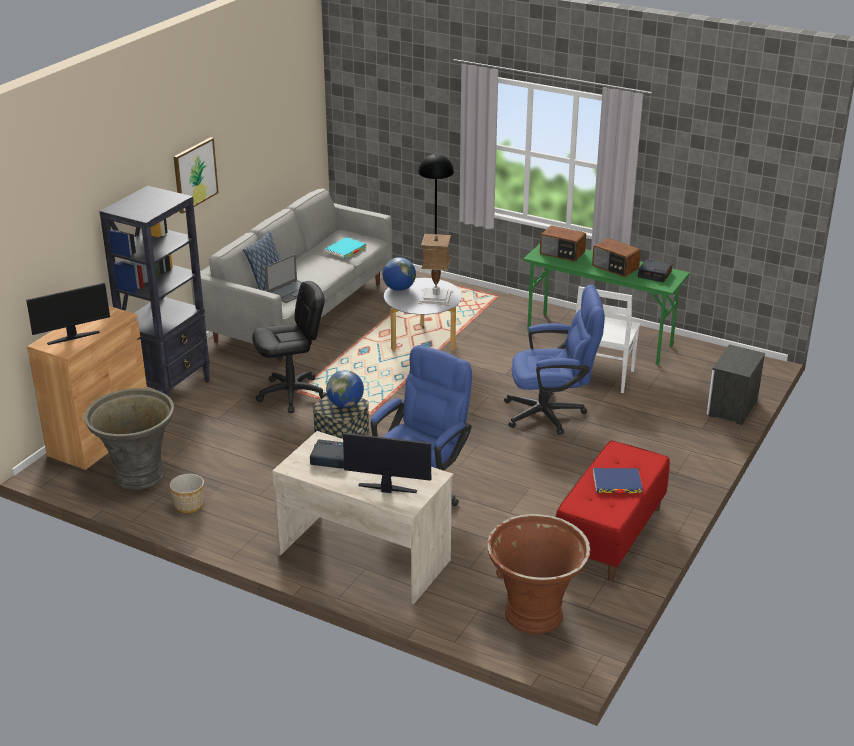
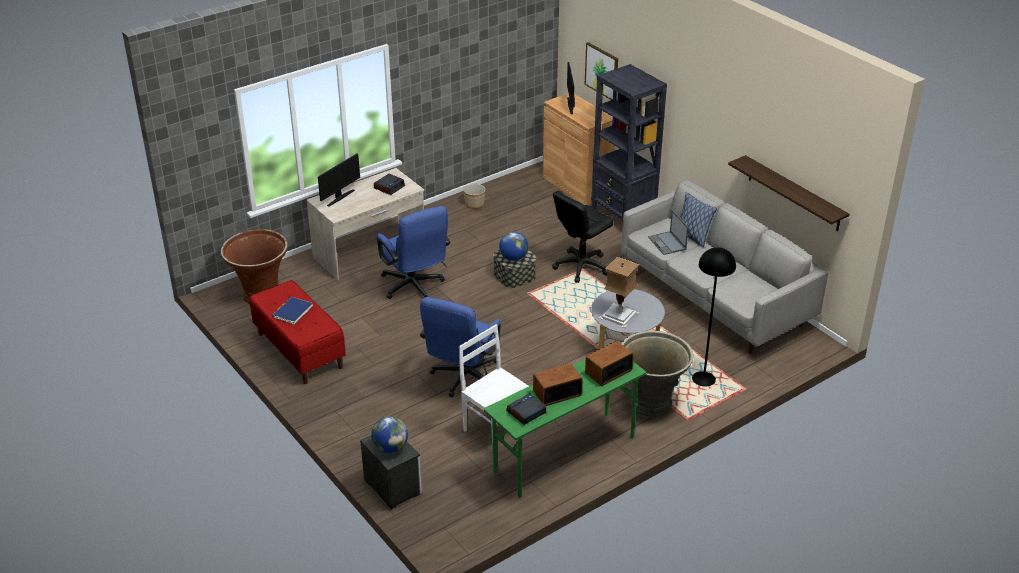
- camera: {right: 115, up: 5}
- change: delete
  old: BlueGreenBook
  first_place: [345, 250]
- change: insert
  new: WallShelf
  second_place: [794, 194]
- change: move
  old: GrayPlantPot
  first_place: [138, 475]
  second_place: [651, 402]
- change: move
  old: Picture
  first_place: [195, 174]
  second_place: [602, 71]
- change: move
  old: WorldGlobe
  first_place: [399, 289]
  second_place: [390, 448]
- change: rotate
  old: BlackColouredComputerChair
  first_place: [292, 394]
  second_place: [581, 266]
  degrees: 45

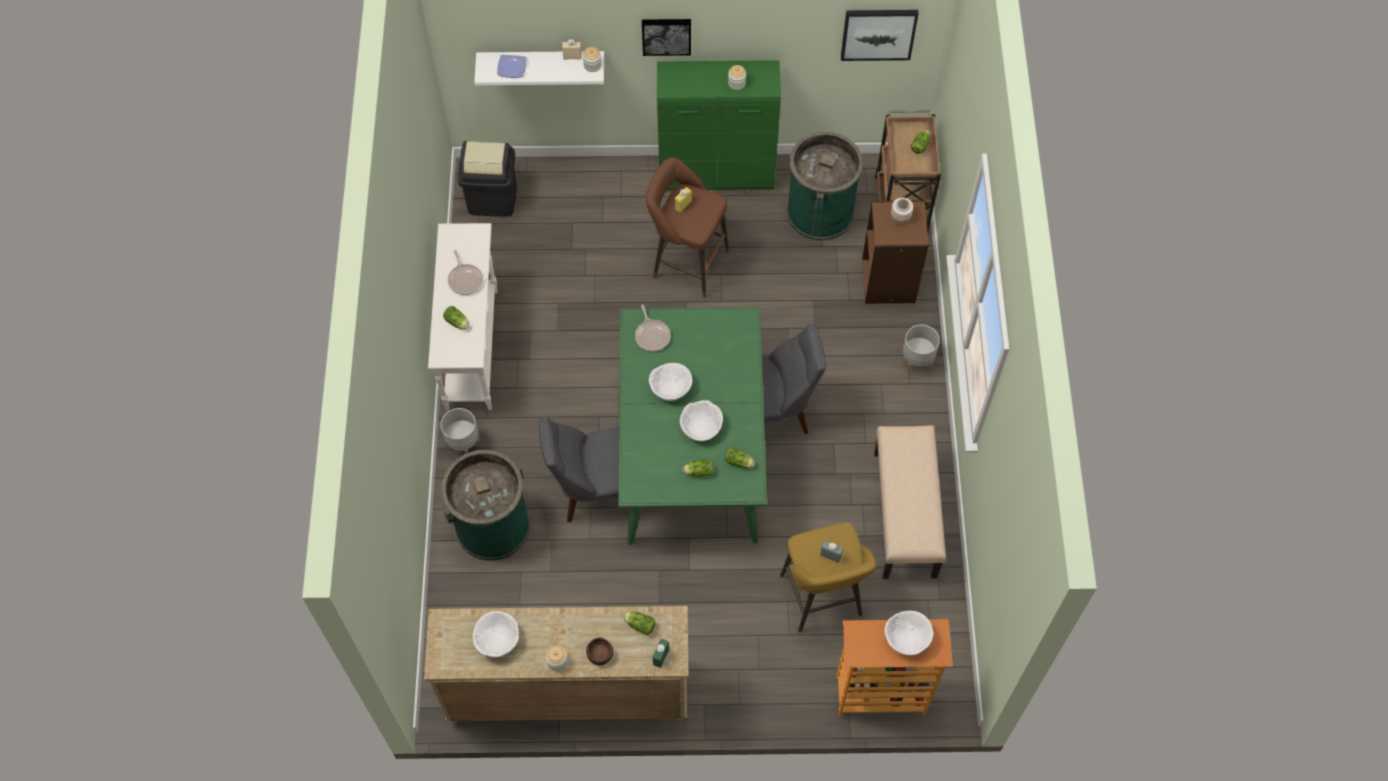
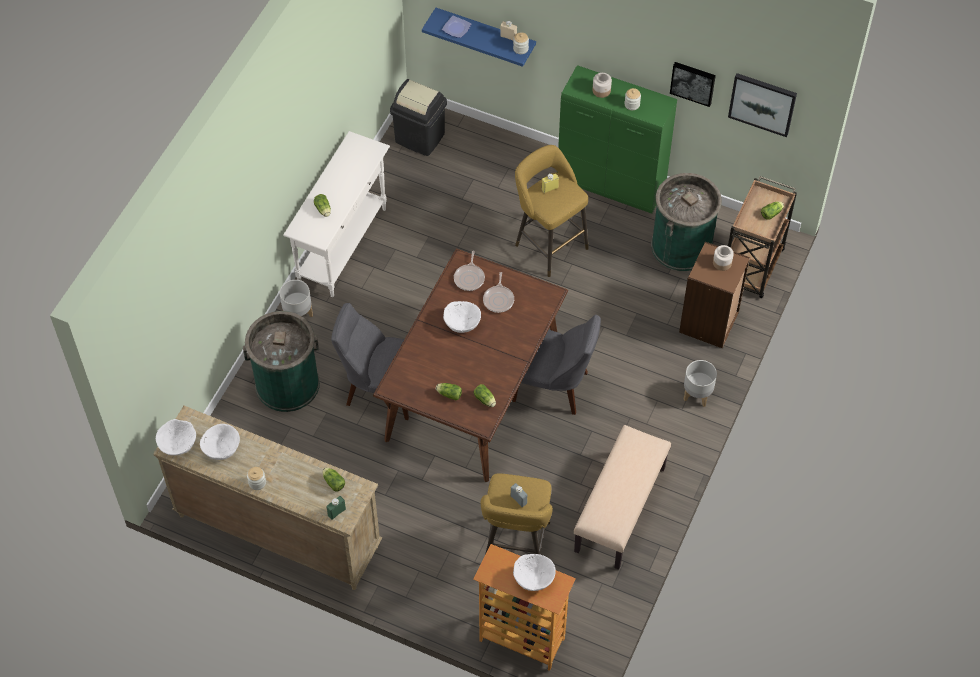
- camera: {right: 25, up: -5}
- change: delete
  old: BrownDeepDish
  first_place: [600, 653]
- change: insert
  new: Jar
  second_place: [601, 91]
- change: move
  old: Skillet
  first_place: [465, 279]
  second_place: [499, 299]
- change: move
  old: Picture
  first_place: [666, 35]
  second_place: [693, 82]
- change: move
  old: WhiteDeepDish
  first_place: [701, 427]
  second_place: [178, 444]
- change: recolor
  old: WhiteWallShelf
  new: BluishWallShelf
  first_place: [541, 62]
  second_place: [485, 33]
- change: recolor
  old: GreenishKitchenTable
  new: BrownKitchenTable
  first_place: [692, 452]
  second_place: [473, 391]
- change: recolor
  old: BrownStoolSeat
  new: YellowishStoolSeat
  first_place: [686, 262]
  second_place: [548, 244]

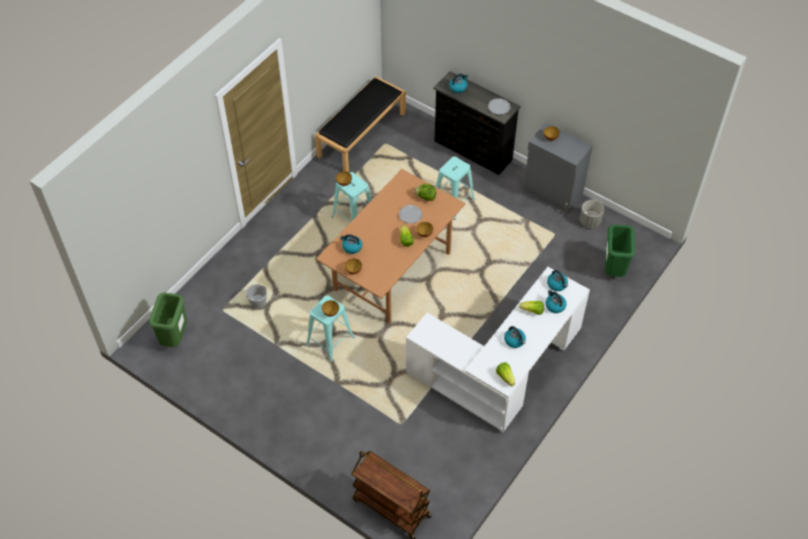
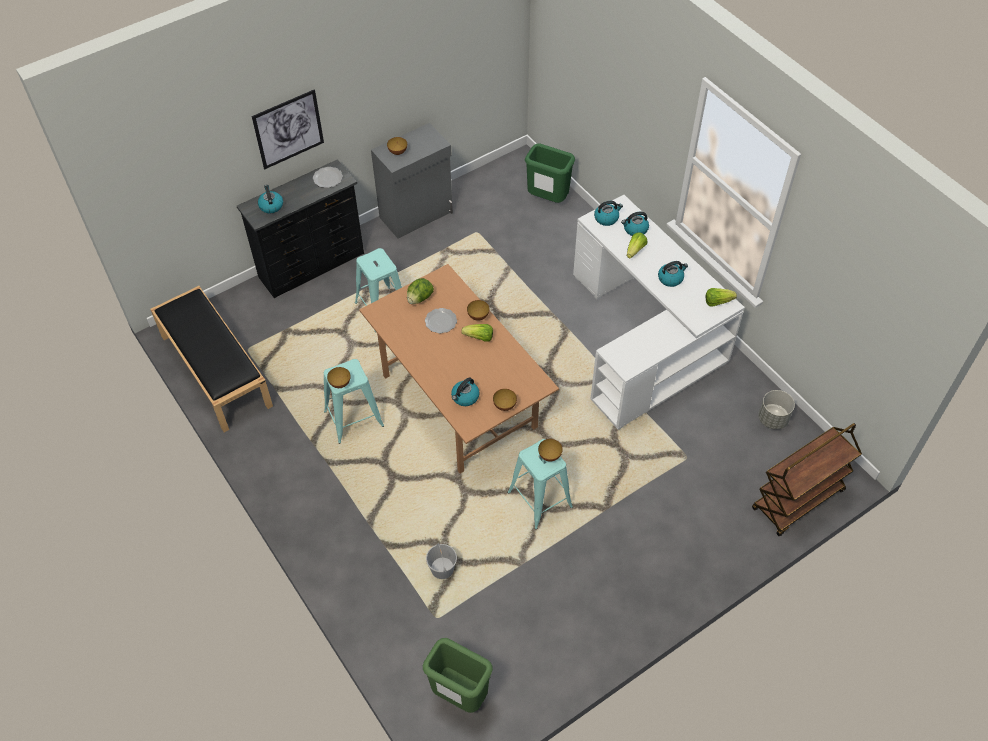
- camera: {right: -70, up: 0}
- change: insert
  new: Picture
  second_place: [288, 129]
- change: move
  old: GrayPlantPot
  first_place: [590, 221]
  second_place: [772, 419]

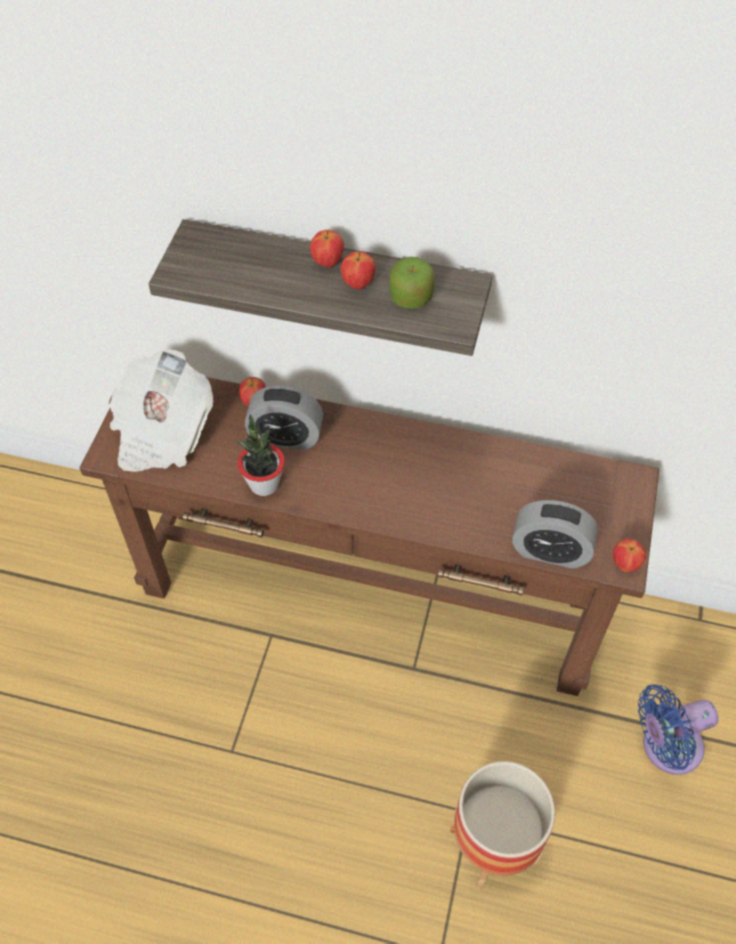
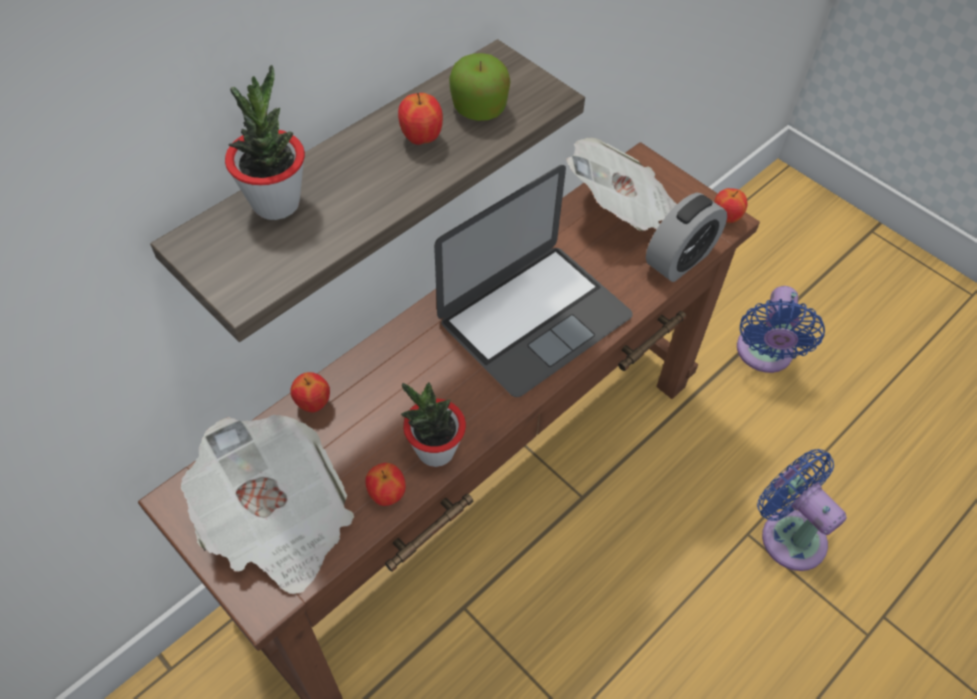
- camera: {right: -60, up: 0}
- change: delete
  old: TableClock
  first_place: [286, 437]
- change: insert
  new: PlantInAPot
  second_place: [276, 203]
- change: insert
  new: PortableComputer
  second_place: [534, 318]
- change: insert
  new: DailyPaper
  second_place: [624, 210]
- change: move
  old: AppleFruit
  first_place: [327, 262]
  second_place: [387, 495]
- change: replace
  old: PlantPot
  new: BluishElectricFan
  first_place: [492, 846]
  second_place: [788, 534]

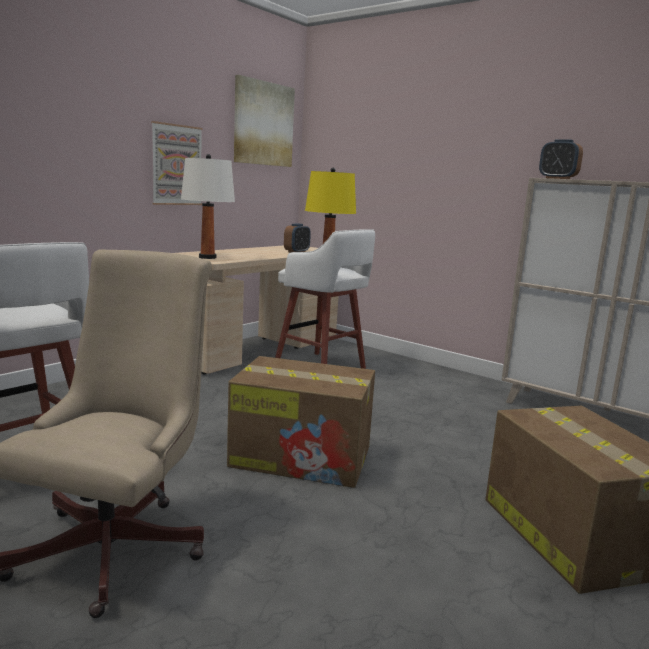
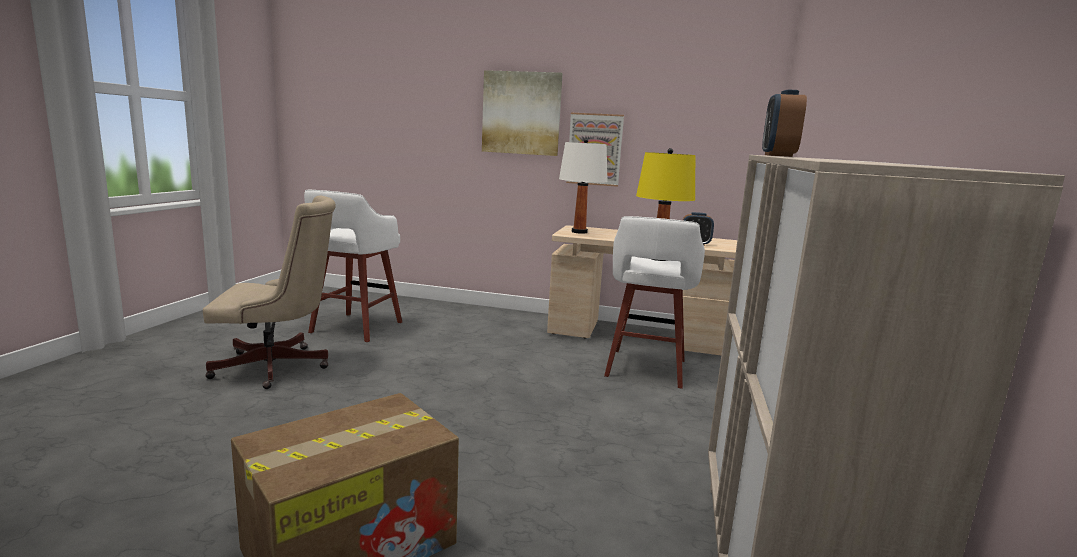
- camera: {right: 65, up: 0}
- change: delete
  old: Carton
  first_place: [303, 457]
- change: move
  old: Picture
  first_place: [263, 124]
  second_place: [521, 113]

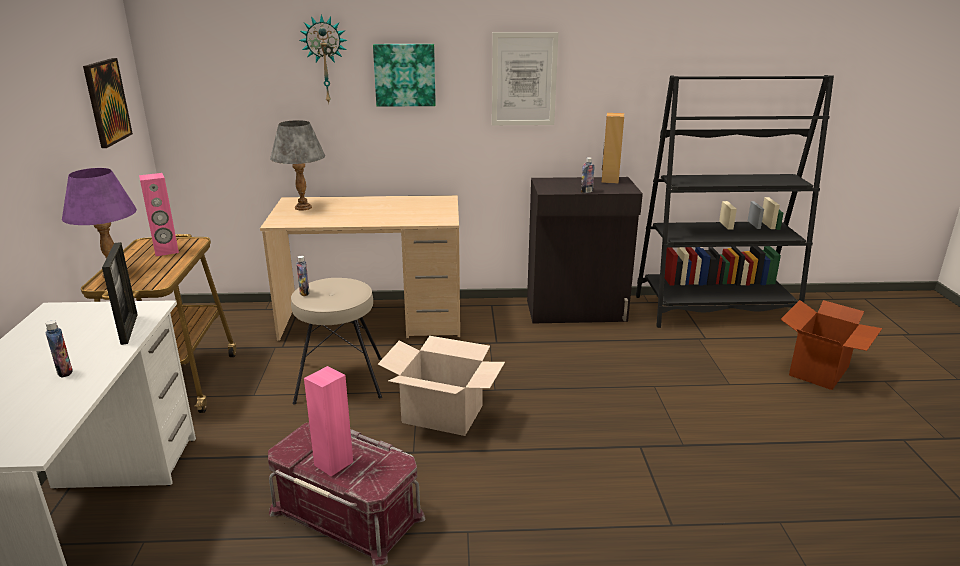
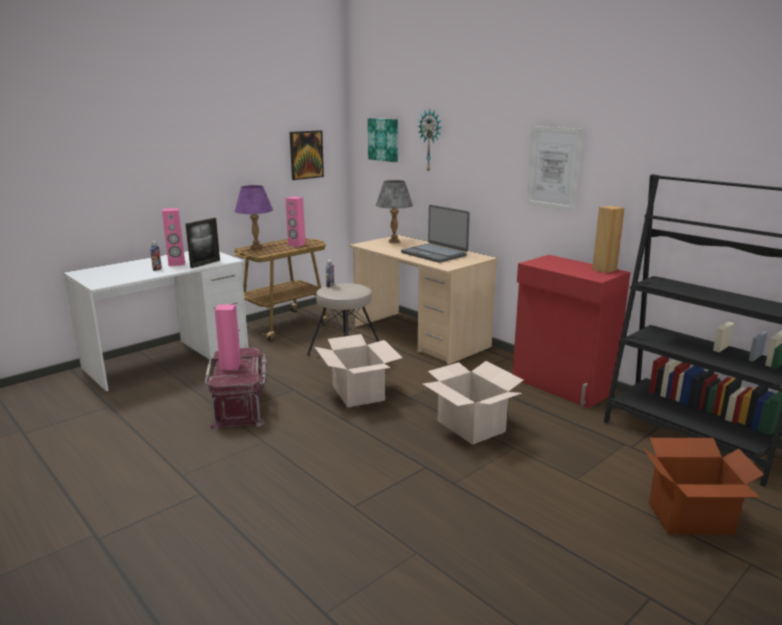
- camera: {right: 50, up: -5}
- change: delete
  old: Bottle
  first_place: [586, 191]
- change: insert
  new: PinkishAudioSpeaker
  second_place: [176, 264]
- change: insert
  new: PortableComputer
  second_place: [434, 254]
- change: insert
  new: Carton
  second_place: [471, 426]
- change: move
  old: Picture
  first_place: [405, 75]
  second_place: [384, 139]
- change: recolor
  old: BlackColouredStorageCabinet
  new: RedStorageCabinet
  first_place: [577, 311]
  second_place: [561, 386]

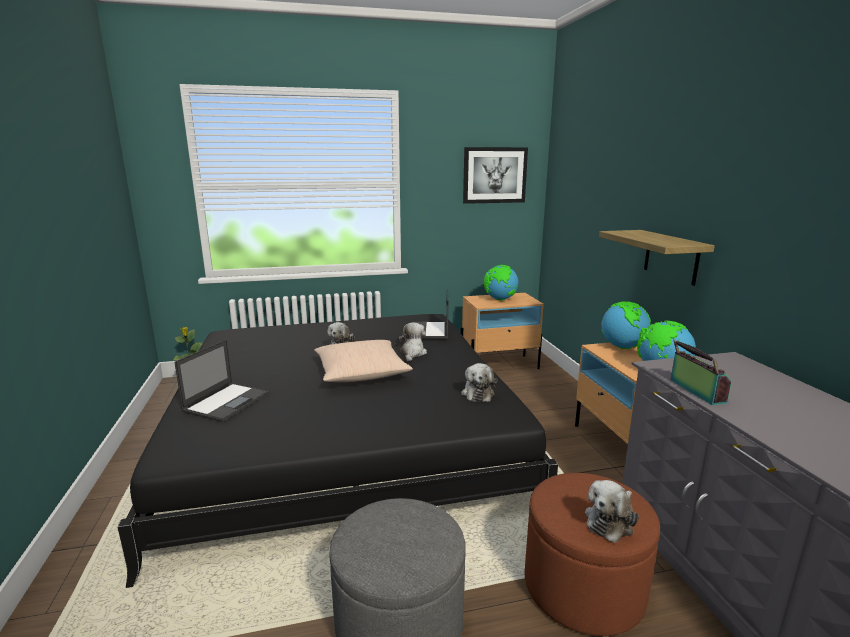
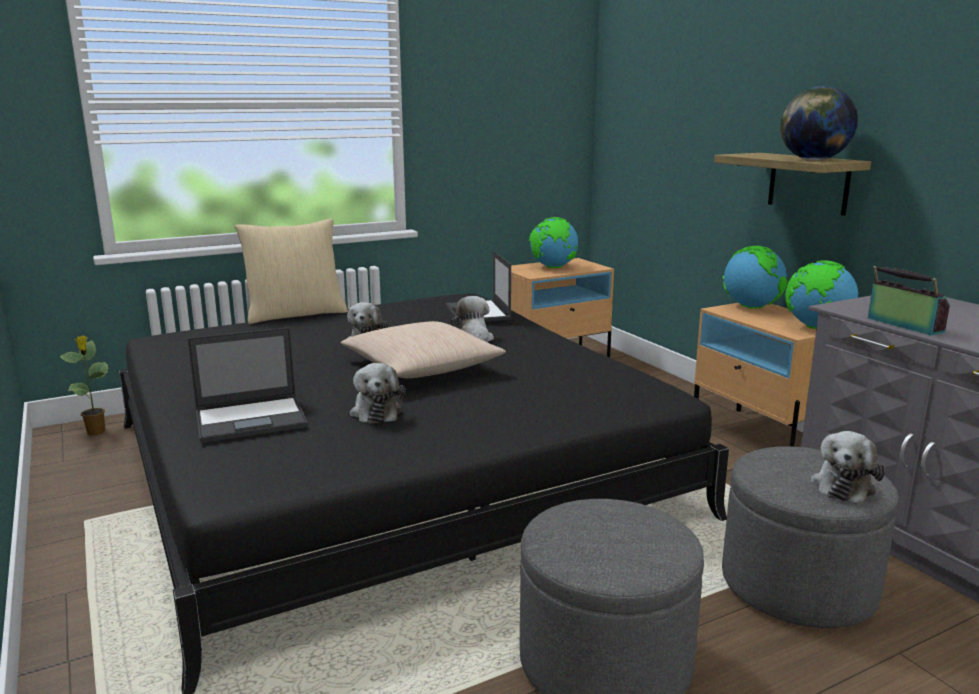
- camera: {right: -15, up: 0}
- change: delete
  old: Picture
  first_place: [494, 175]
- change: insert
  new: BeigeColouredCushion
  second_place: [296, 314]
- change: insert
  new: WorldGlobe
  second_place: [813, 160]
- change: move
  old: SoftToy
  first_place: [478, 393]
  second_place: [376, 411]
- change: recolor
  old: BrownFootrest
  new: GrayFootrest
  first_place: [583, 587]
  second_place: [798, 585]
- change: rotate
  old: PortableComputer
  first_place: [227, 402]
  second_place: [252, 419]
  degrees: 60

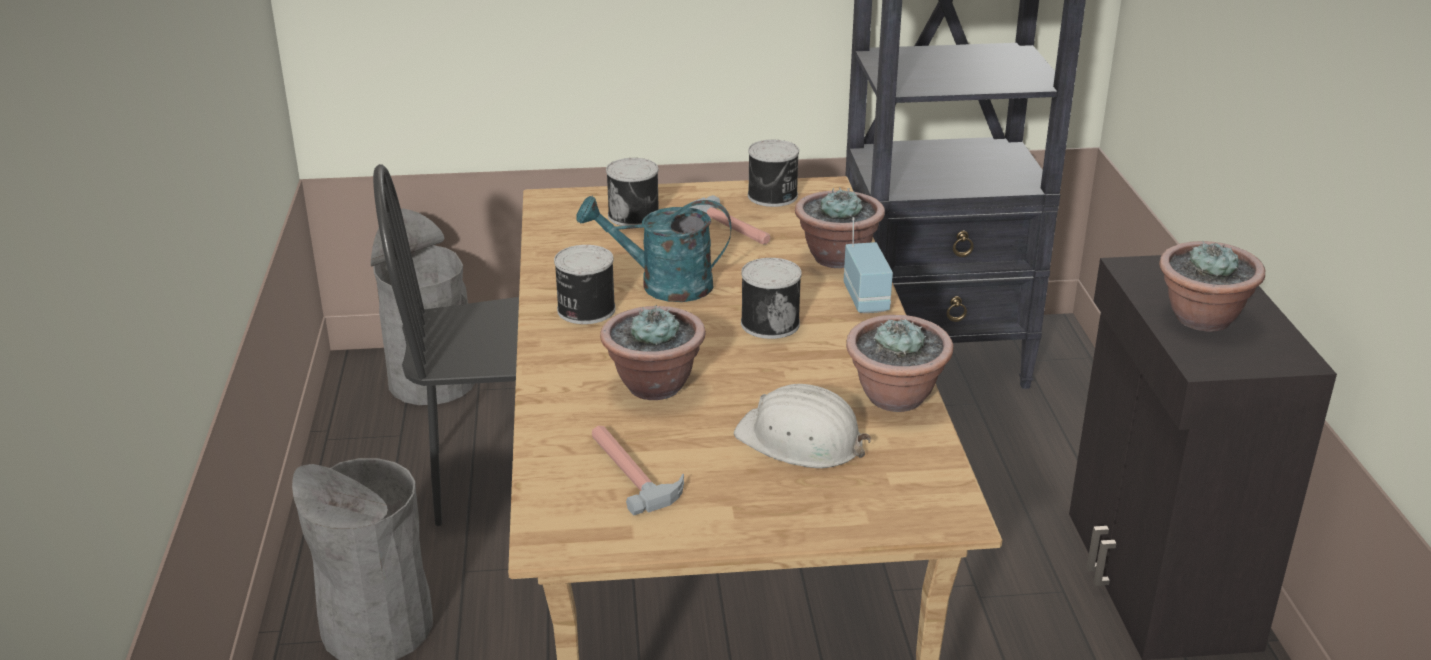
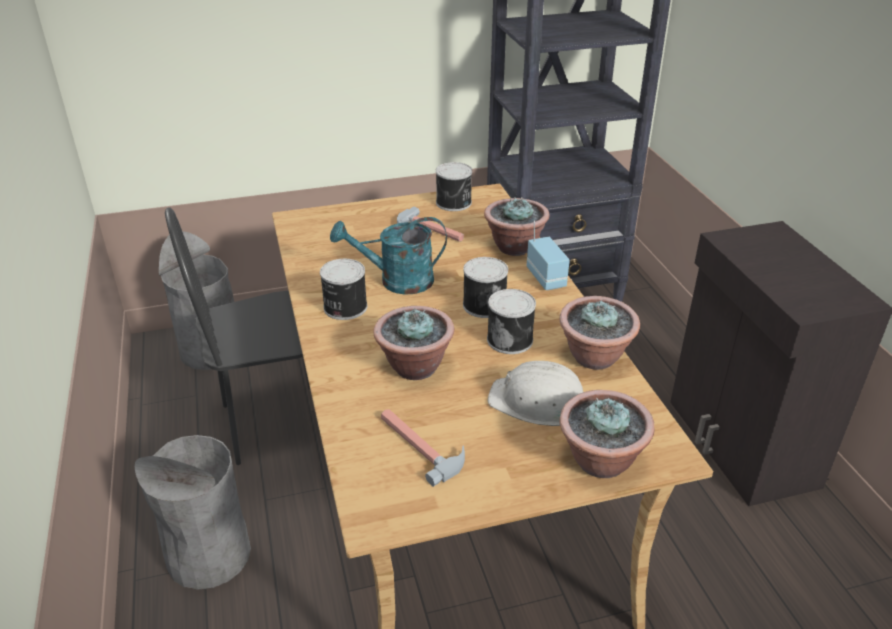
- camera: {right: -10, up: 5}
- change: move
  old: Can
  first_place: [635, 215]
  second_place: [510, 339]
- change: move
  old: PlantInAPot
  first_place: [1201, 319]
  second_place: [600, 462]

